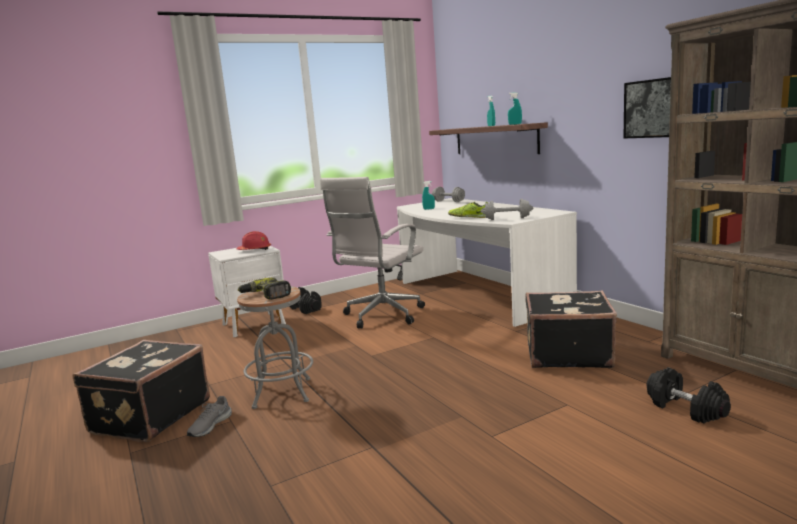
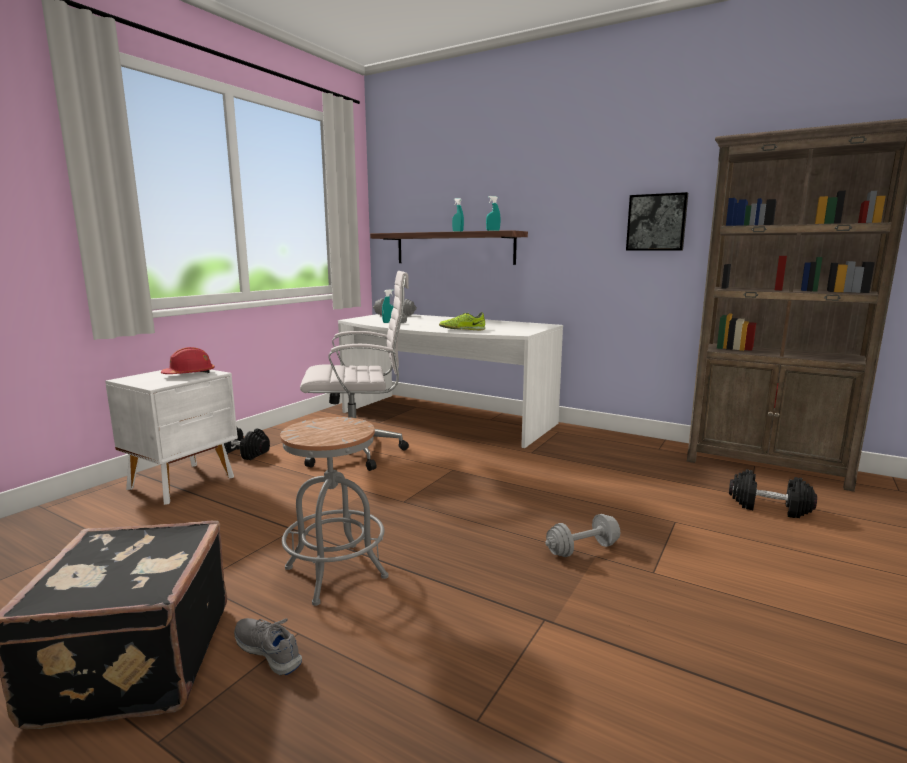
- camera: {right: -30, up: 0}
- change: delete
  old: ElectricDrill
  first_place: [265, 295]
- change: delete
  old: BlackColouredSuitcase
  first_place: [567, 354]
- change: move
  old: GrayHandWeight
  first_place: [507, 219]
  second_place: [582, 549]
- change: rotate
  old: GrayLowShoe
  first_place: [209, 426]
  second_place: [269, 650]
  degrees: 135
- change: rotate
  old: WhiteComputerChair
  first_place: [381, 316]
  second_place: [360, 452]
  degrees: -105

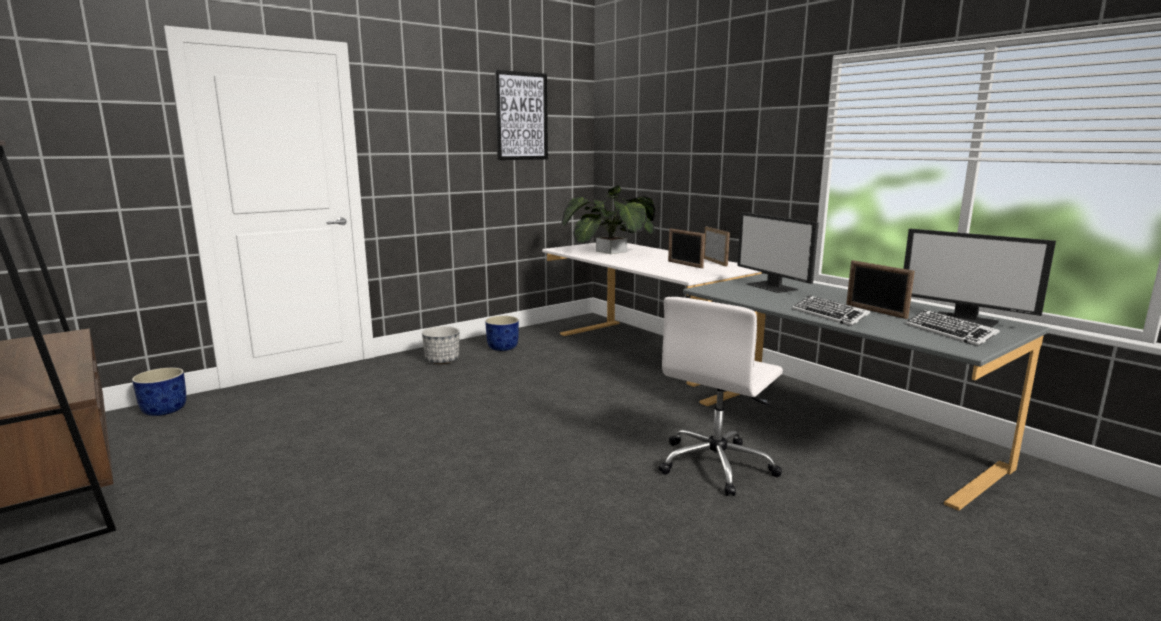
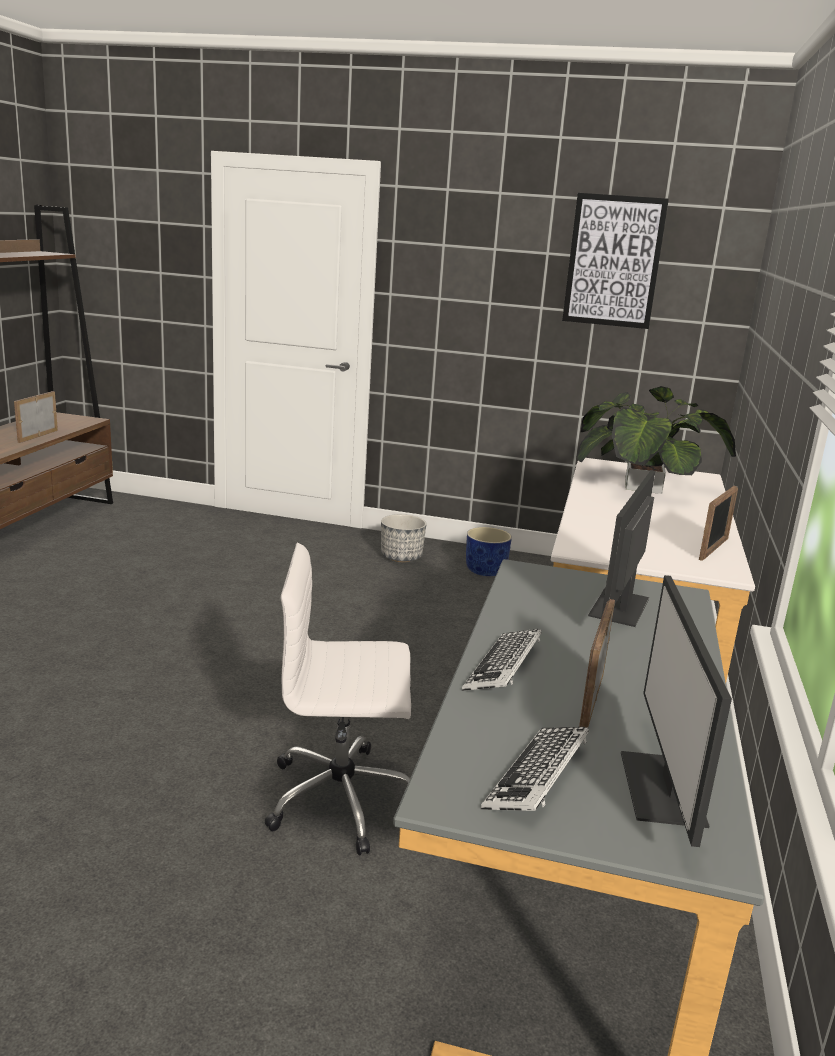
- camera: {right: 50, up: 5}
- change: delete
  old: BluishPlantPot
  first_place: [165, 410]
- change: move
  old: PhotoFrame
  first_place: [684, 264]
  second_place: [37, 436]

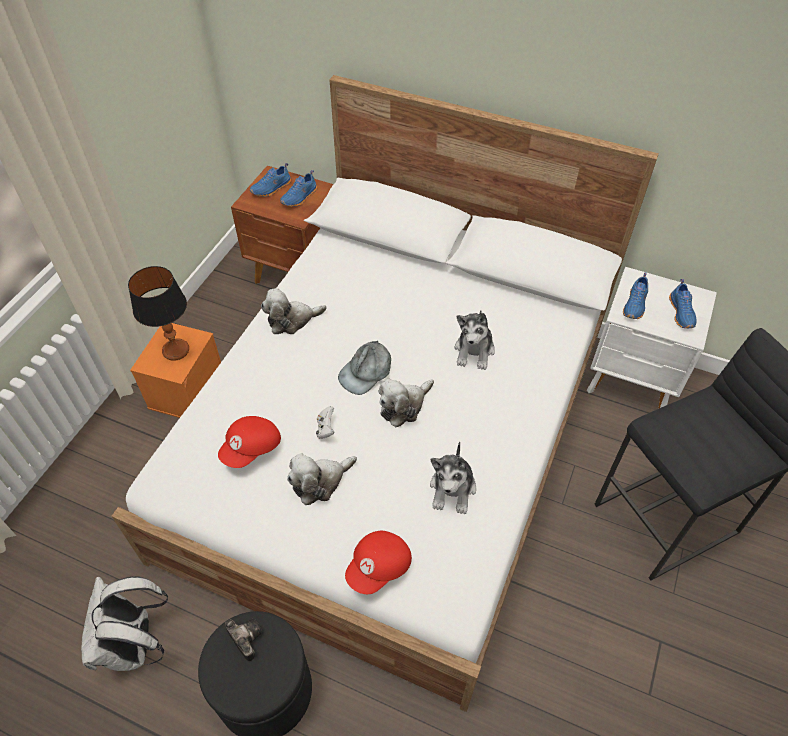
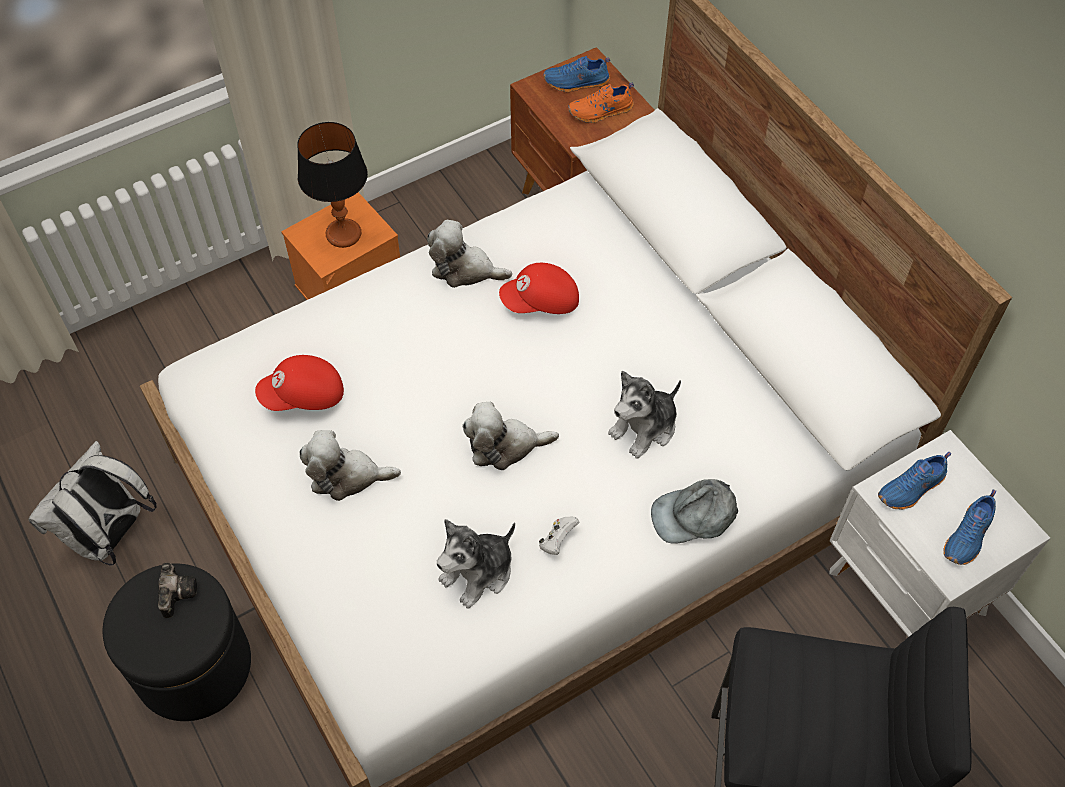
- camera: {right: 35, up: 5}
- change: move
  old: WhiteJoypad
  first_place: [326, 428]
  second_place: [557, 541]
- change: move
  old: GrayPeakedCap
  first_place: [366, 371]
  second_place: [694, 515]
- change: move
  old: RedPeakedCap
  first_place: [379, 567]
  second_place: [541, 302]
- change: recolor
  old: BluishLowShoe
  new: OrangeLowShoe
  first_place: [300, 197]
  second_place: [601, 112]

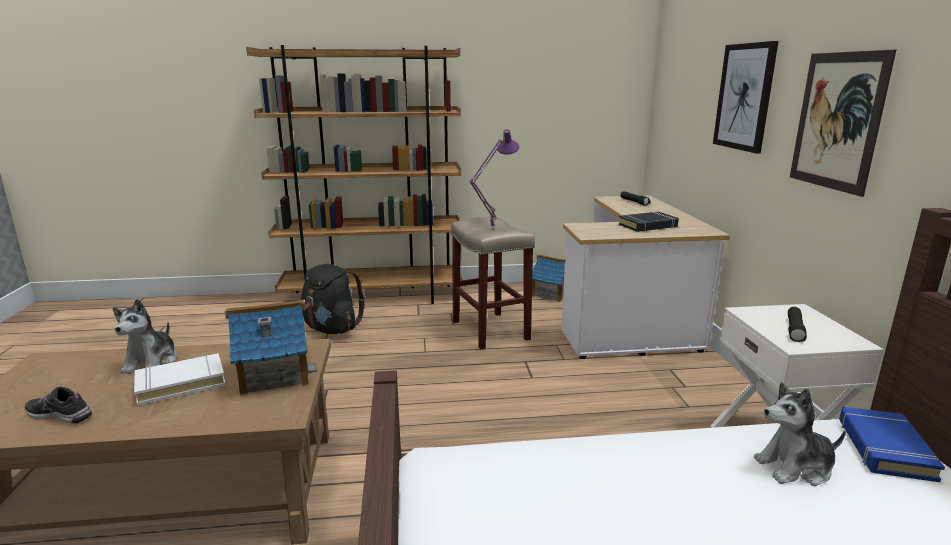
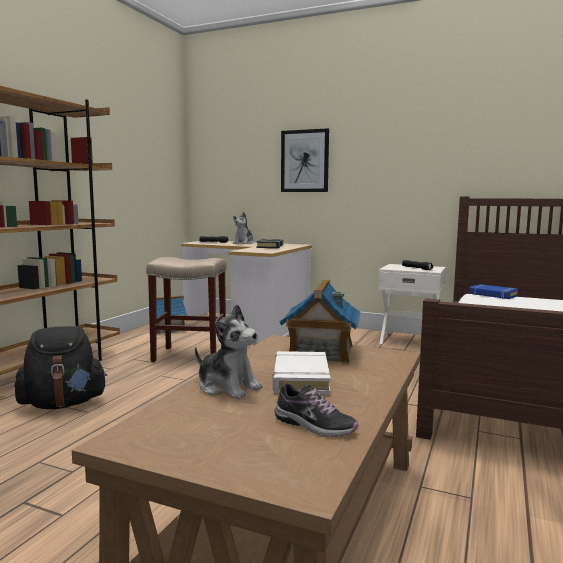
- camera: {right: -60, up: -10}
- change: delete
  old: PurplishTableLamp
  first_place: [491, 228]
- change: delete
  old: Picture
  first_place: [837, 121]
- change: move
  old: SoftToy
  first_place: [795, 467]
  second_place: [243, 243]
- change: rotate
  old: LowShoe
  first_place: [60, 415]
  second_place: [314, 425]
  degrees: -105

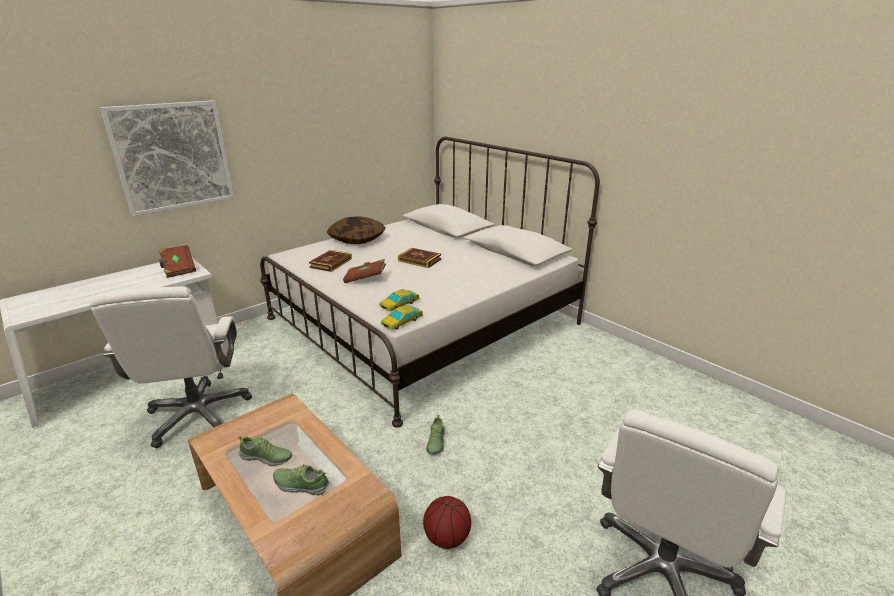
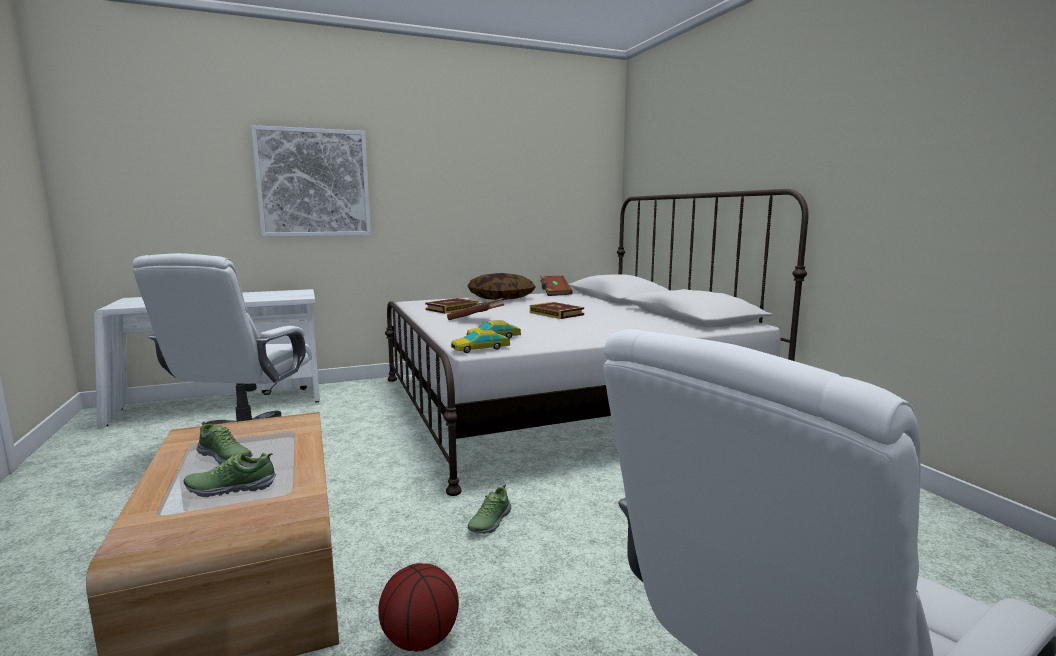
- camera: {right: 20, up: -15}
- change: move
  old: BrownBook
  first_place: [178, 269]
  second_place: [554, 293]
- change: rotate
  old: LowShoe
  first_place: [301, 485]
  second_place: [231, 488]
  degrees: -45

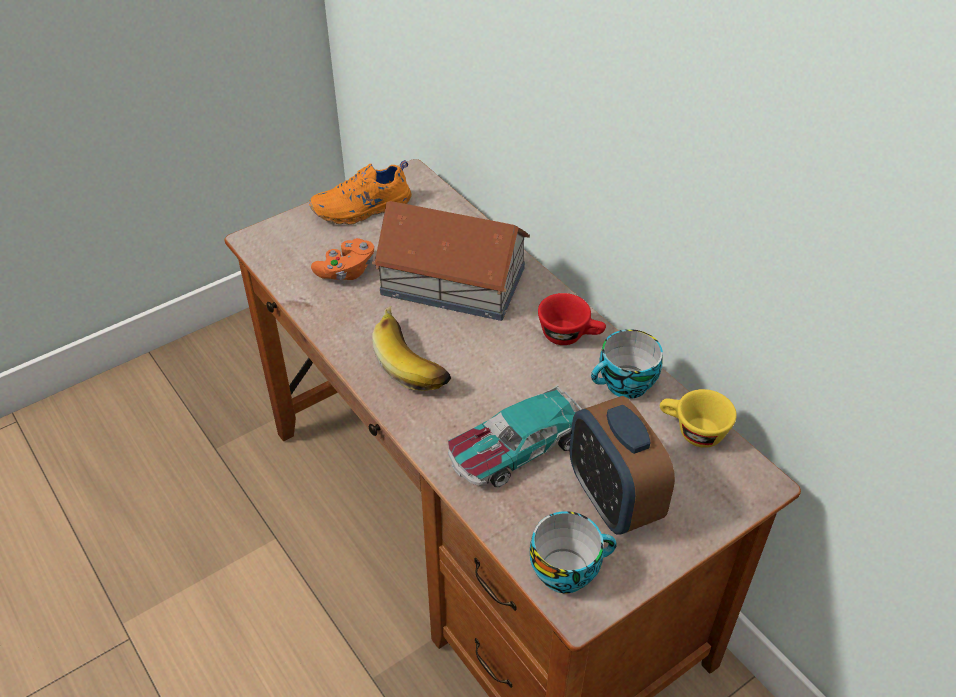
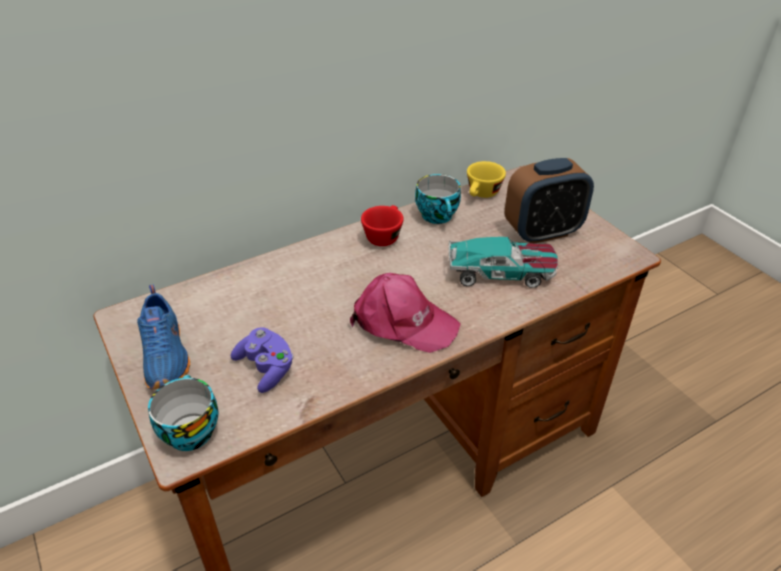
- camera: {right: -85, up: -5}
- change: delete
  old: MiniatureHouse
  first_place: [454, 281]
- change: move
  old: DrinkingCup
  first_place: [567, 569]
  second_place: [189, 430]
- change: replace
  old: Banana
  new: PinkishPeakedCap
  first_place: [415, 361]
  second_place: [403, 322]
- change: recolor
  old: OrangeLowShoe
  new: BluishLowShoe
  first_place: [362, 210]
  second_place: [167, 355]
- change: recolor
  old: OrangeJoypad
  new: PurplishJoypad
  first_place: [346, 271]
  second_place: [266, 368]
- change: rotate
  old: ToyCar
  first_place: [515, 449]
  second_place: [501, 272]
  degrees: -60

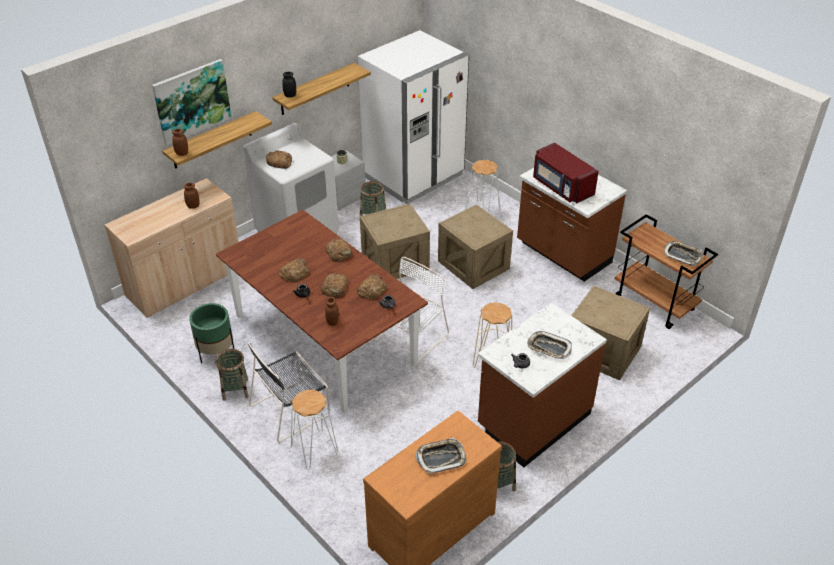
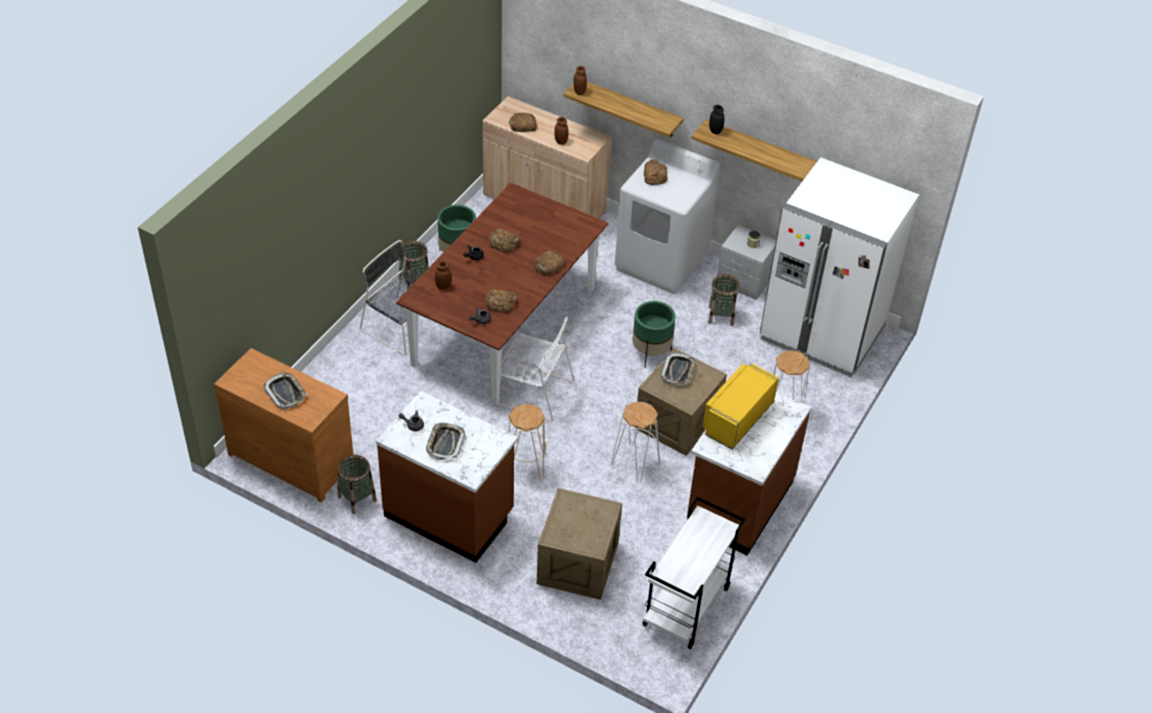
- camera: {right: 70, up: 5}
- change: delete
  old: Picture
  first_place: [192, 101]
- change: move
  old: WhiteStoolSeat
  first_place: [314, 450]
  second_place: [634, 463]
- change: move
  old: BakedBread
  first_place: [335, 288]
  second_place: [522, 125]
- change: move
  old: ServingTray
  first_place: [682, 255]
  second_place: [678, 371]
- change: replace
  old: Crate
  new: GreenishPlantPot
  first_place: [395, 262]
  second_place: [651, 353]
- change: recolor
  old: RedKitchenMicrowave
  new: YellowishKitchenMicrowave
  first_place: [561, 187]
  second_place: [736, 418]
- change: recolor
  old: BrownWheeledCart
  new: WhiteWheeledCart
  first_place: [655, 303]
  second_place: [686, 608]

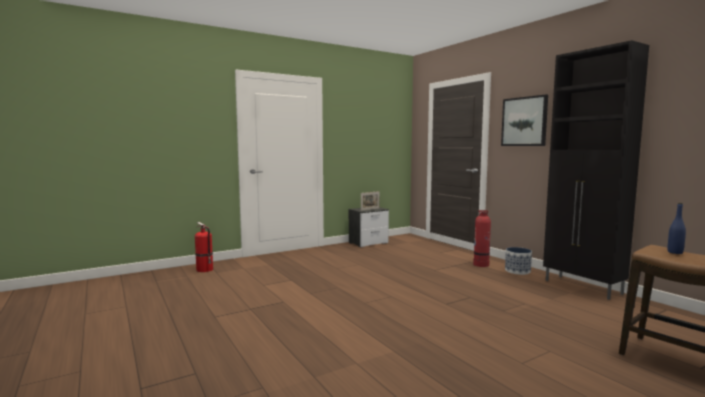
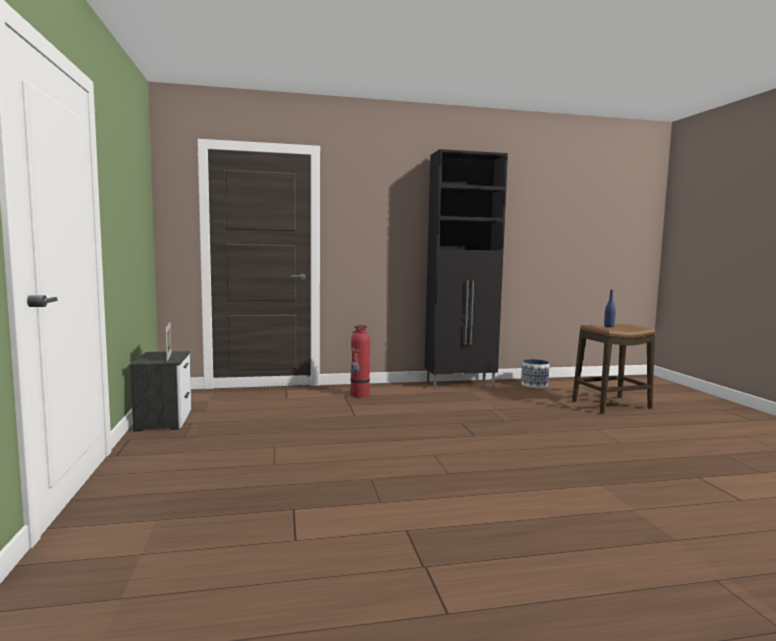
- camera: {right: -70, up: 0}
- change: delete
  old: FireFightingCylinder
  first_place: [205, 269]
- change: delete
  old: Picture
  first_place: [524, 121]
- change: move
  old: PlantPot
  first_place: [517, 271]
  second_place: [534, 385]

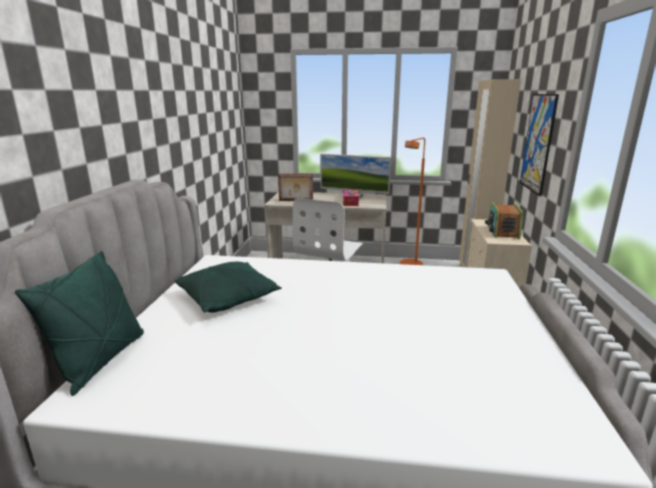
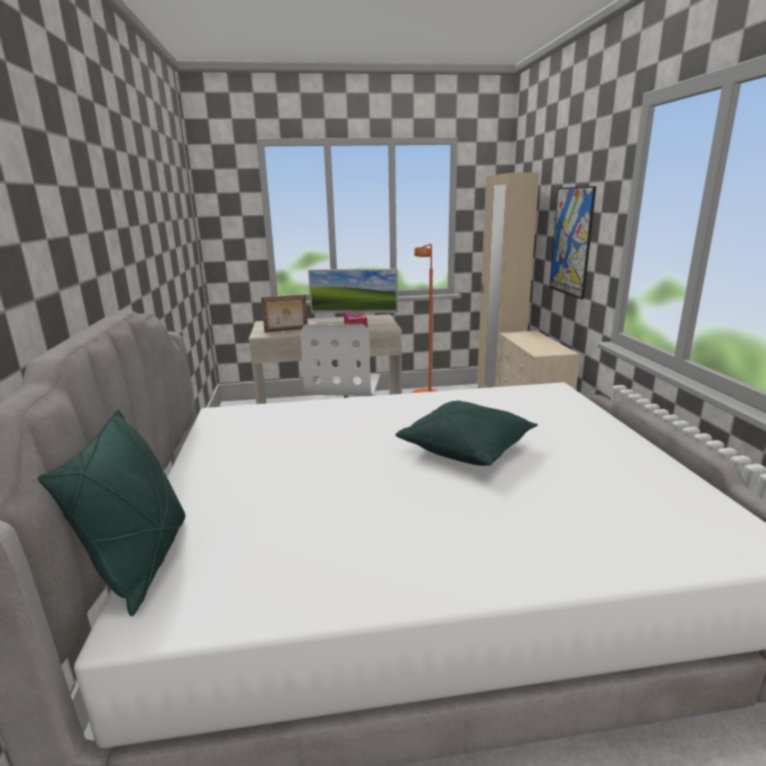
- camera: {right: -15, up: 0}
- change: delete
  old: RadioSet
  first_place: [502, 232]
- change: move
  old: GreenishCushion
  first_place: [228, 298]
  second_place: [467, 447]

